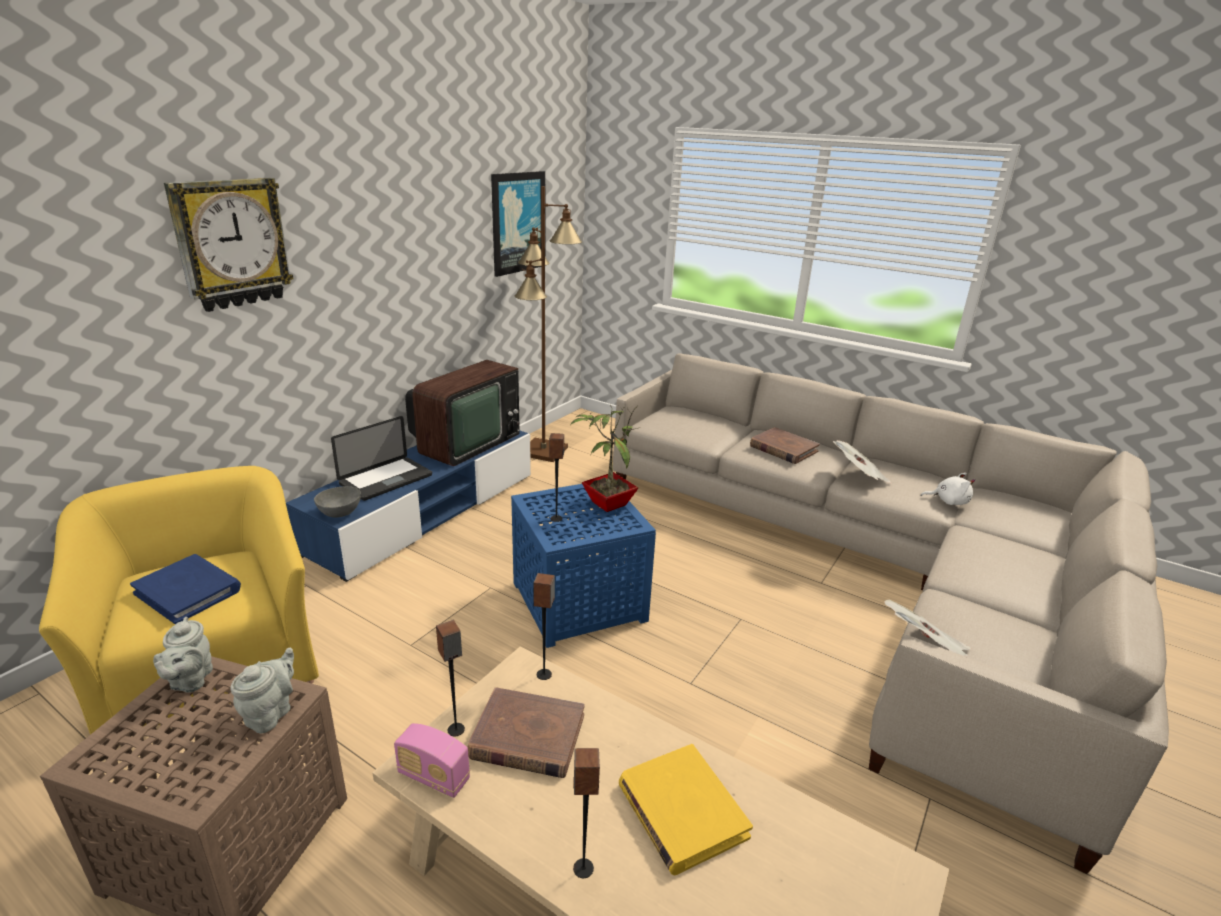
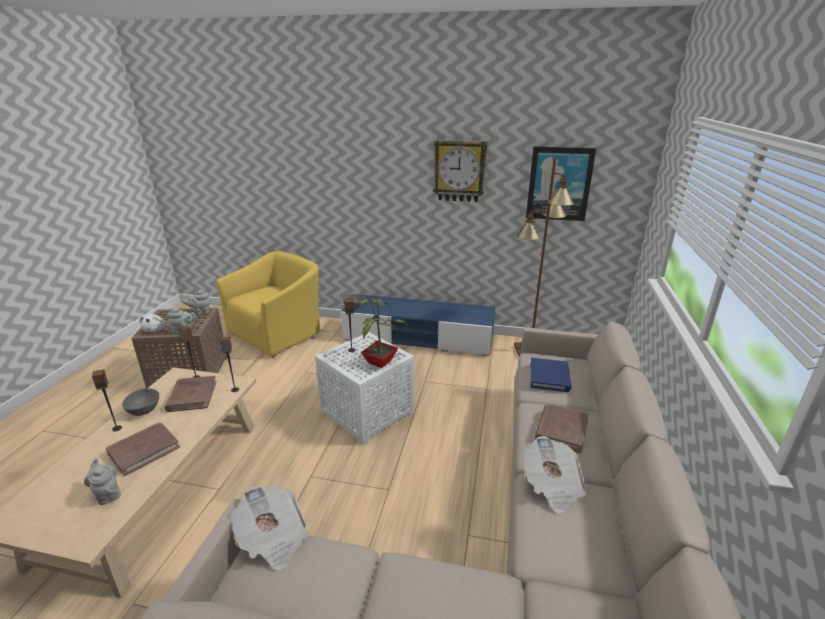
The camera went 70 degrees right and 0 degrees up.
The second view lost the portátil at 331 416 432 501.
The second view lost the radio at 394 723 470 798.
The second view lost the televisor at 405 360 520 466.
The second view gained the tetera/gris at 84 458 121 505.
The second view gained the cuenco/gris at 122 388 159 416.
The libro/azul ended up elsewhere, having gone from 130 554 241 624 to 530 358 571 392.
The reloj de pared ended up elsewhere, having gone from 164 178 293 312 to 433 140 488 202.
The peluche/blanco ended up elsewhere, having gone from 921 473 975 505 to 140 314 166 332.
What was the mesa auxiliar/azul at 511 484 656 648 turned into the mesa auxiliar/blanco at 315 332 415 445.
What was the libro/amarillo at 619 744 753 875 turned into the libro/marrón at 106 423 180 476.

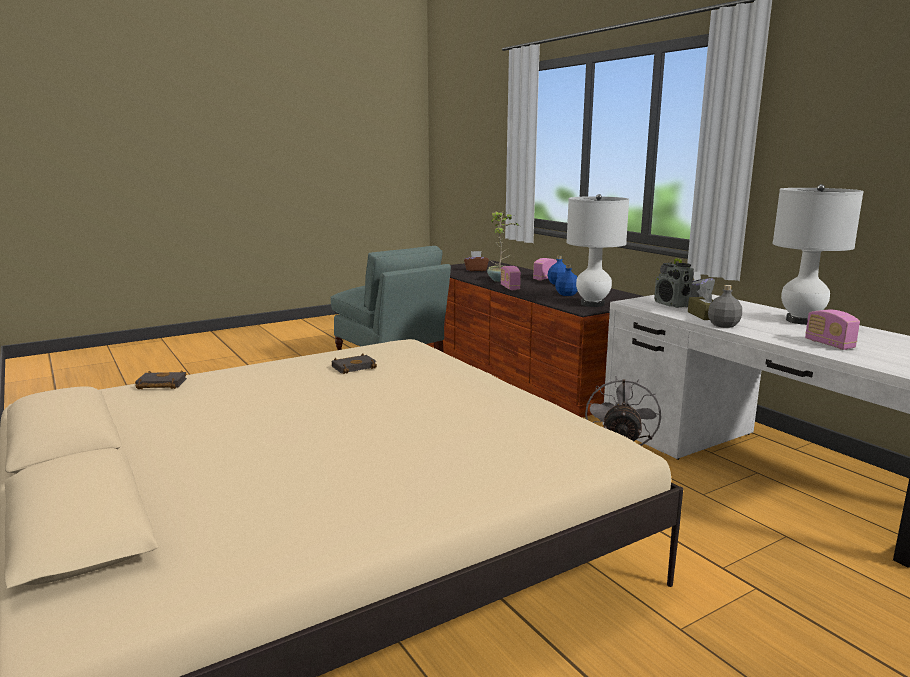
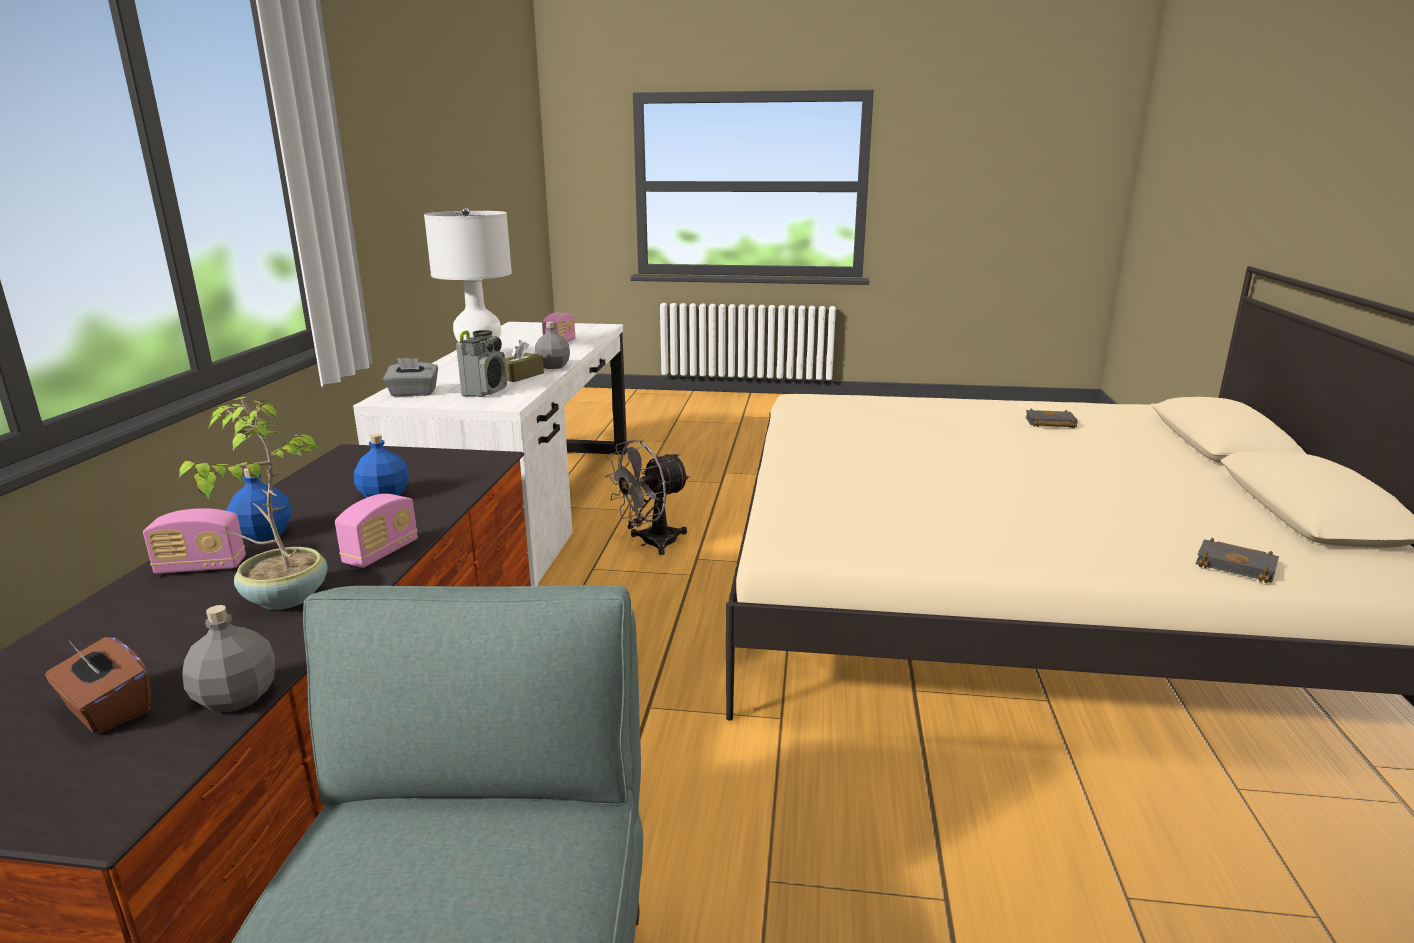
The camera went 140 degrees left and 5 degrees up.
The second view lost the lámpara de mesa/blanco at 566 194 629 307.
The second view gained the botella/gris at 182 605 275 712.
The libro/negro ended up elsewhere, having gone from 332 354 377 374 to 1025 408 1078 428.

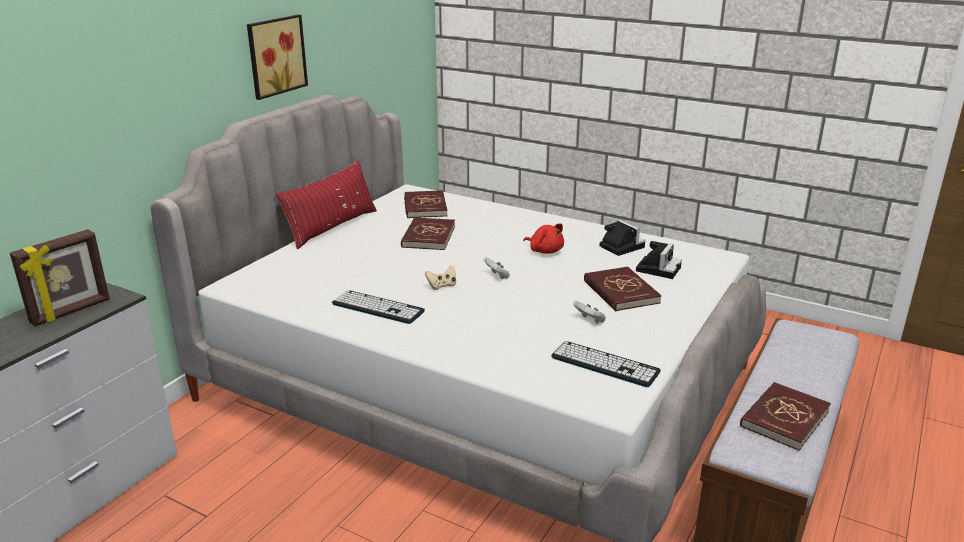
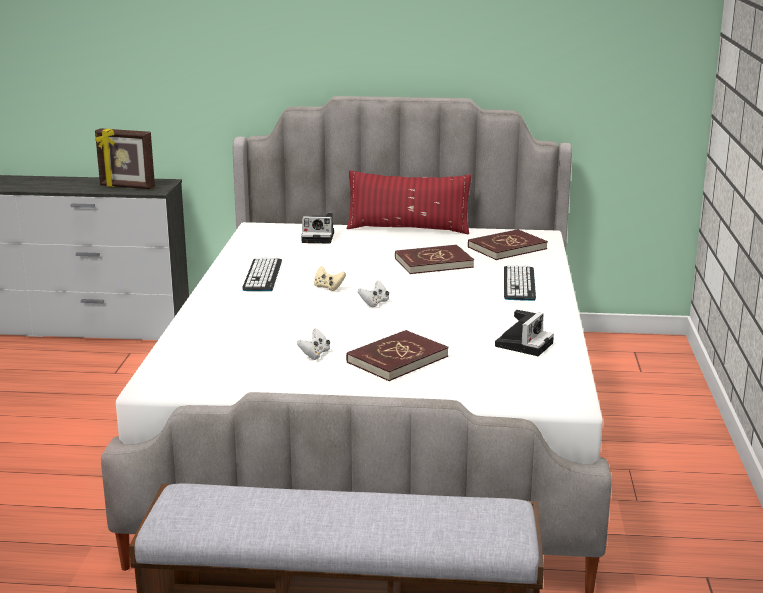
The camera went 65 degrees right and 5 degrees down.
The second view lost the cuadro at 247 15 308 100.
The second view lost the peluche/rojo at 523 223 564 254.
The second view lost the libro/rojo at 740 382 831 451.
The teclado ended up elsewhere, having gone from 551 341 661 387 to 504 265 536 301.
The cámara ended up elsewhere, having gone from 636 241 682 279 to 301 213 334 243.

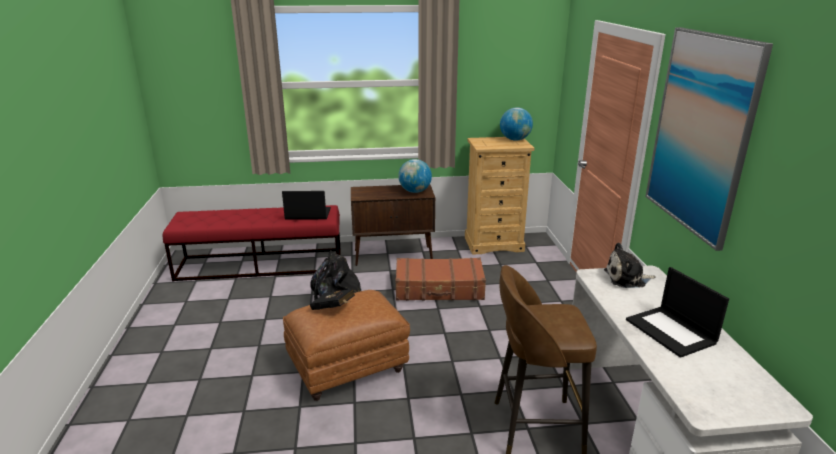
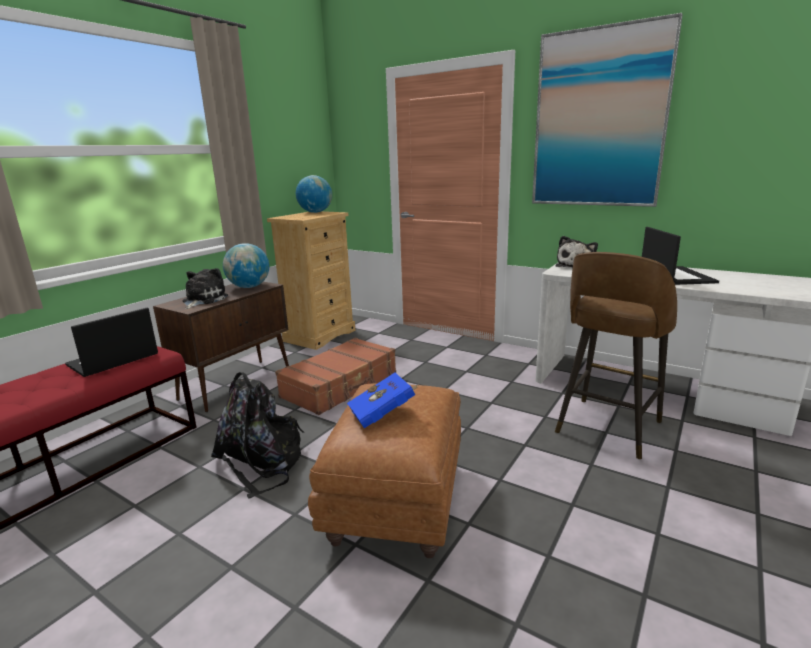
The camera went 50 degrees left and 5 degrees down.
The second view gained the peluche at 182 268 228 309.
What was the libro/negro at 310 289 355 310 turned into the libro/azul at 347 372 418 428.
The portátil at 626 267 729 358 ended up facing another way, 105 degrees counterclockwise from before.

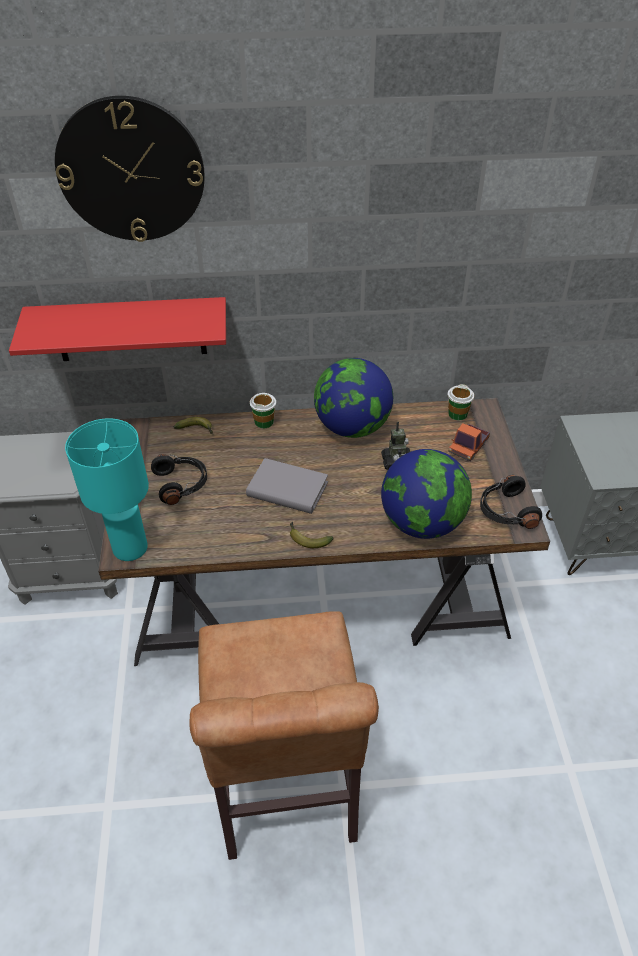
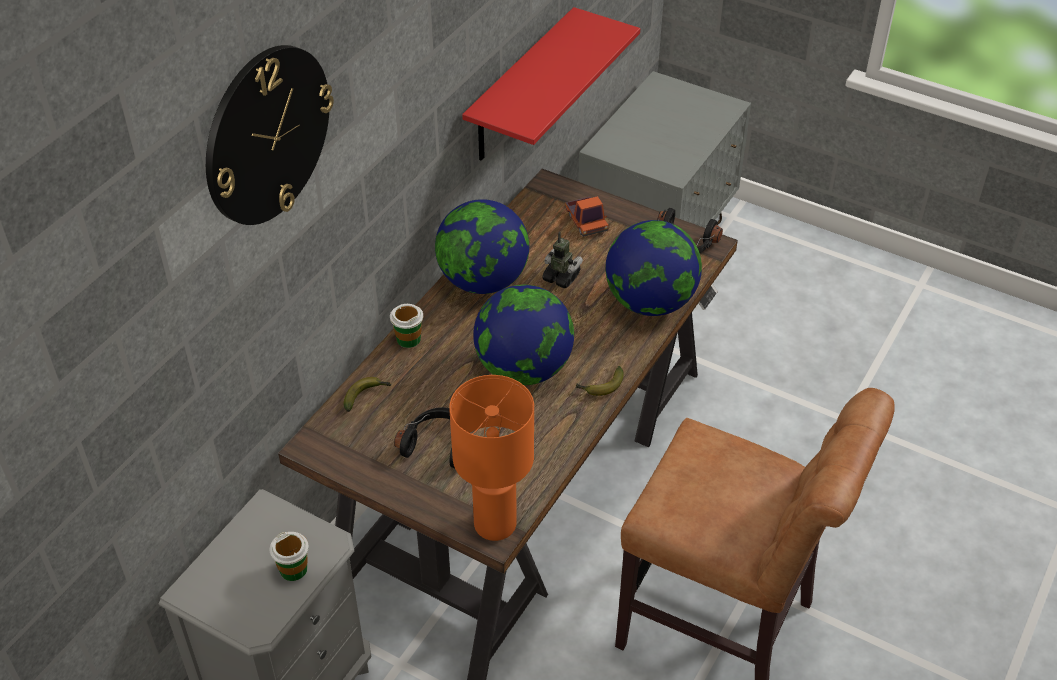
The camera went 55 degrees left and 0 degrees up.
The estante/rojo ended up elsewhere, having gone from 9 297 226 361 to 462 7 640 160.
The taza ended up elsewhere, having gone from 448 384 474 420 to 270 532 309 581.
Where the libro/gris stood at 246 458 328 514, the globo terráqueo came to stand at 473 285 574 385.
What was the lámpara de mesa/turquesa at 65 418 149 561 turned into the lámpara de mesa/naranja at 449 375 534 541.

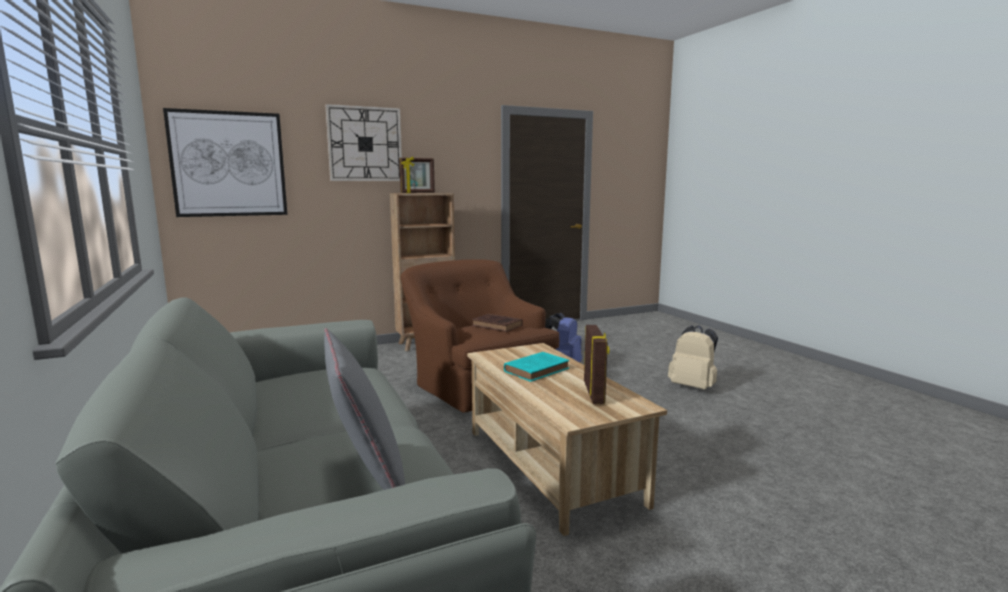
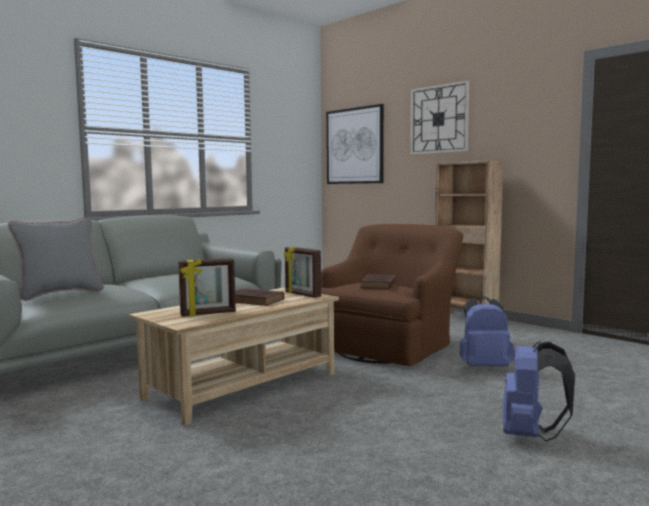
The camera went 70 degrees right and 5 degrees down.
The portarretratos ended up elsewhere, having gone from 399 156 435 193 to 284 247 321 298.
What was the libro/turquesa at 504 352 569 382 turned into the libro/marrón at 235 288 284 306.
What was the mochila/beis at 668 325 718 390 turned into the mochila/azul at 503 340 575 442.

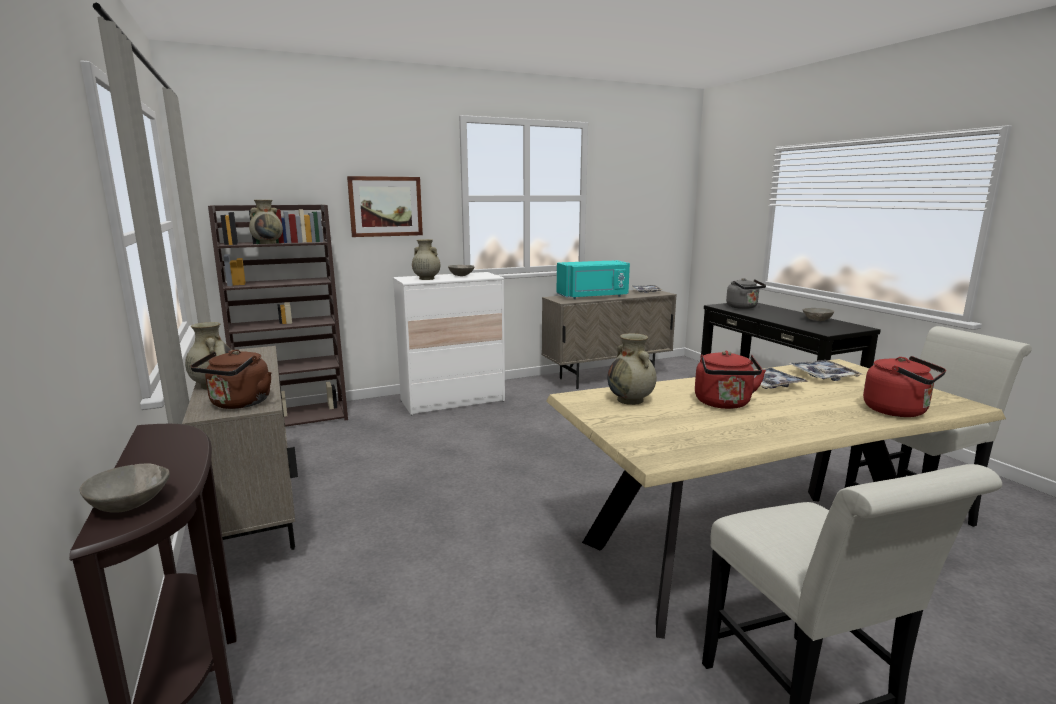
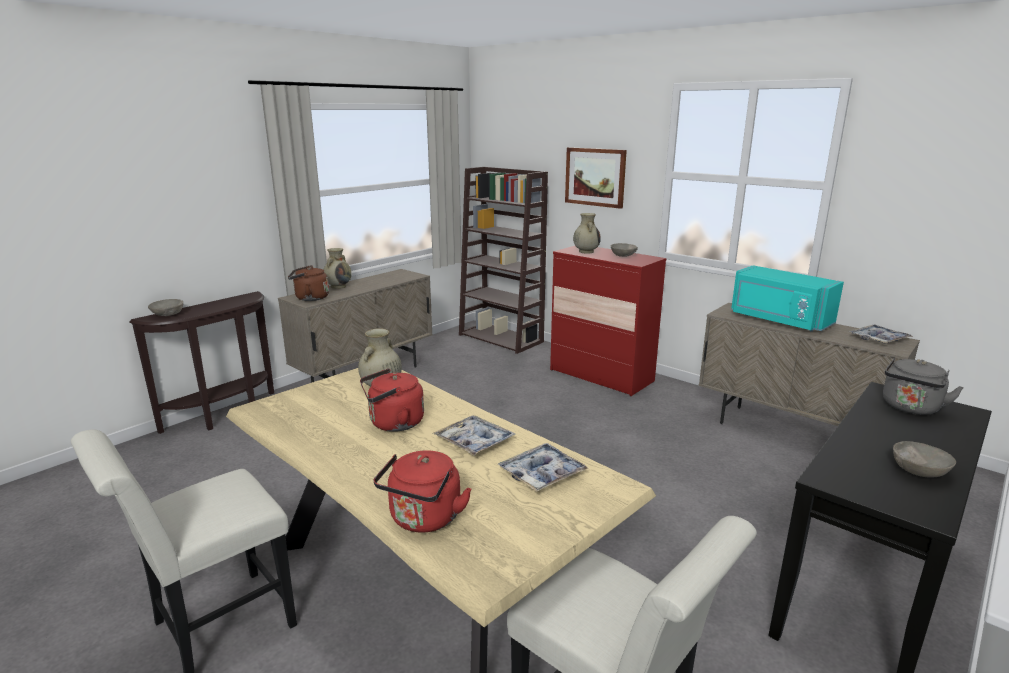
The camera went 65 degrees right and 5 degrees up.
The second view lost the florero/beis at 249 200 283 244.
What was the cómoda/blanco at 393 272 505 415 turned into the cómoda/rojo at 550 246 666 396.

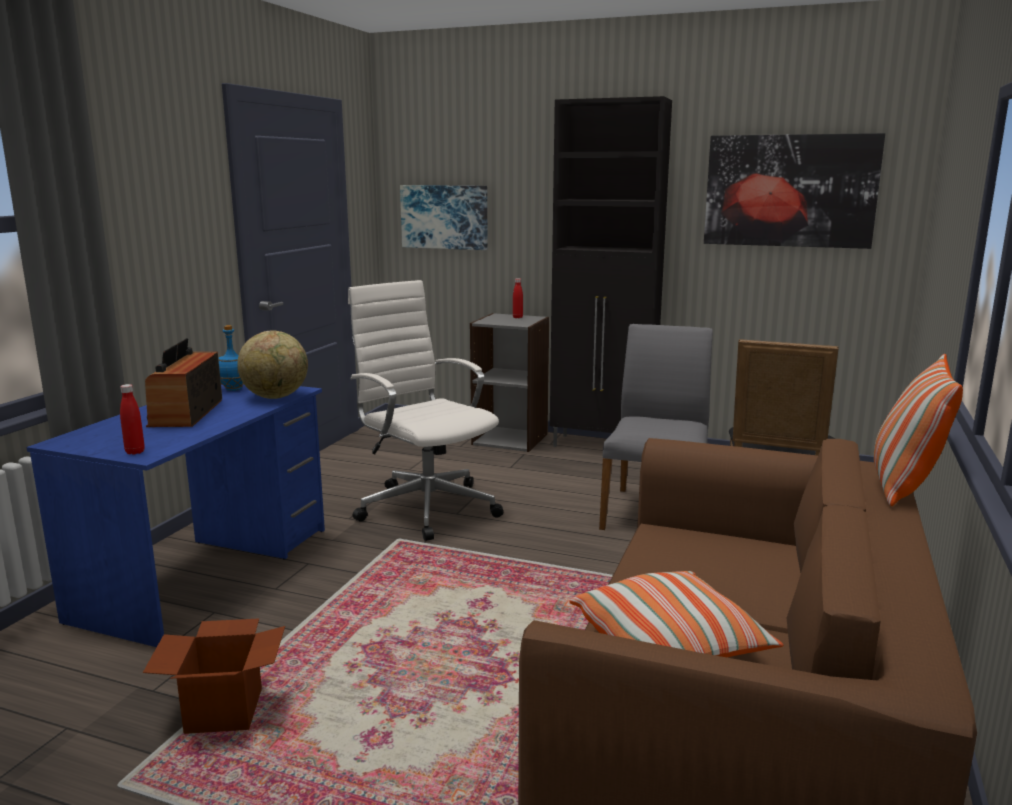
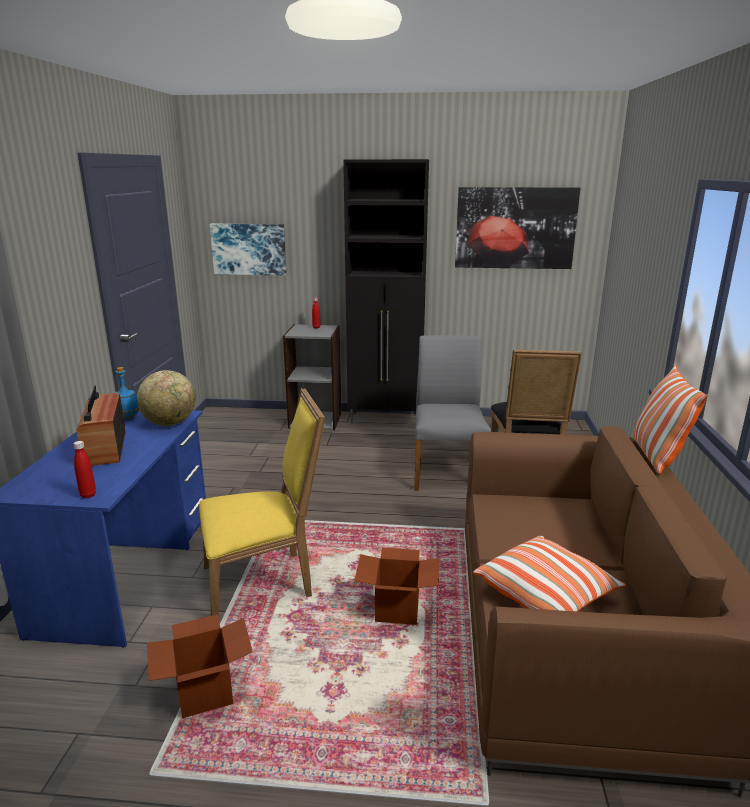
The camera went 15 degrees left and 5 degrees up.
The second view lost the silla de oficina/blanco at 348 280 503 541.
The second view gained the silla/amarillo at 199 388 325 616.
The second view gained the caja de cartón at 354 547 439 625.

